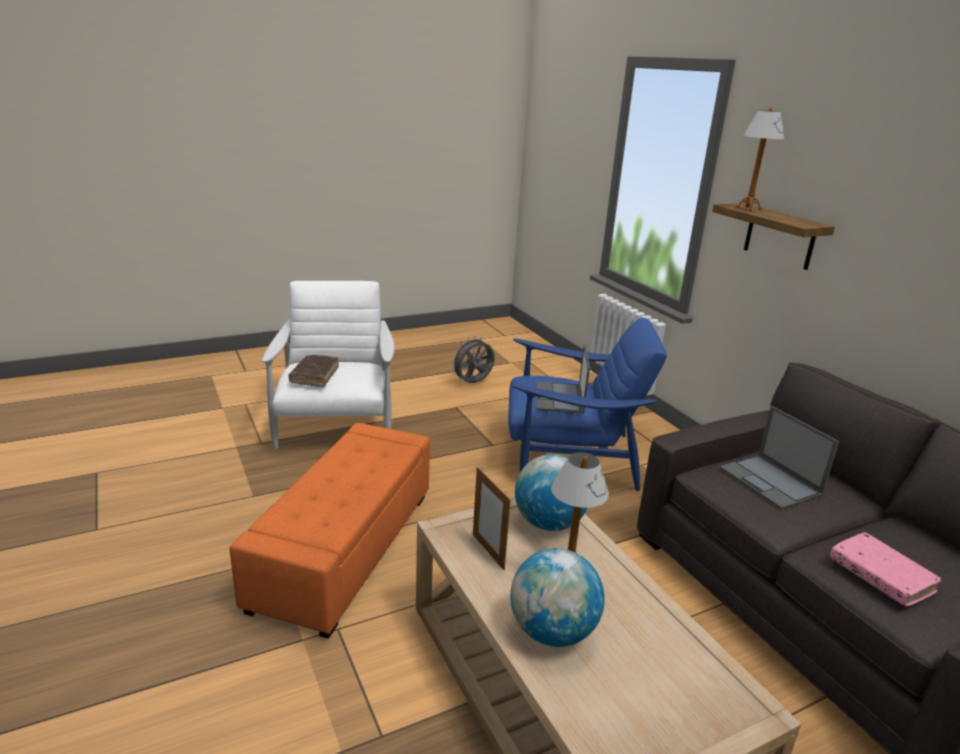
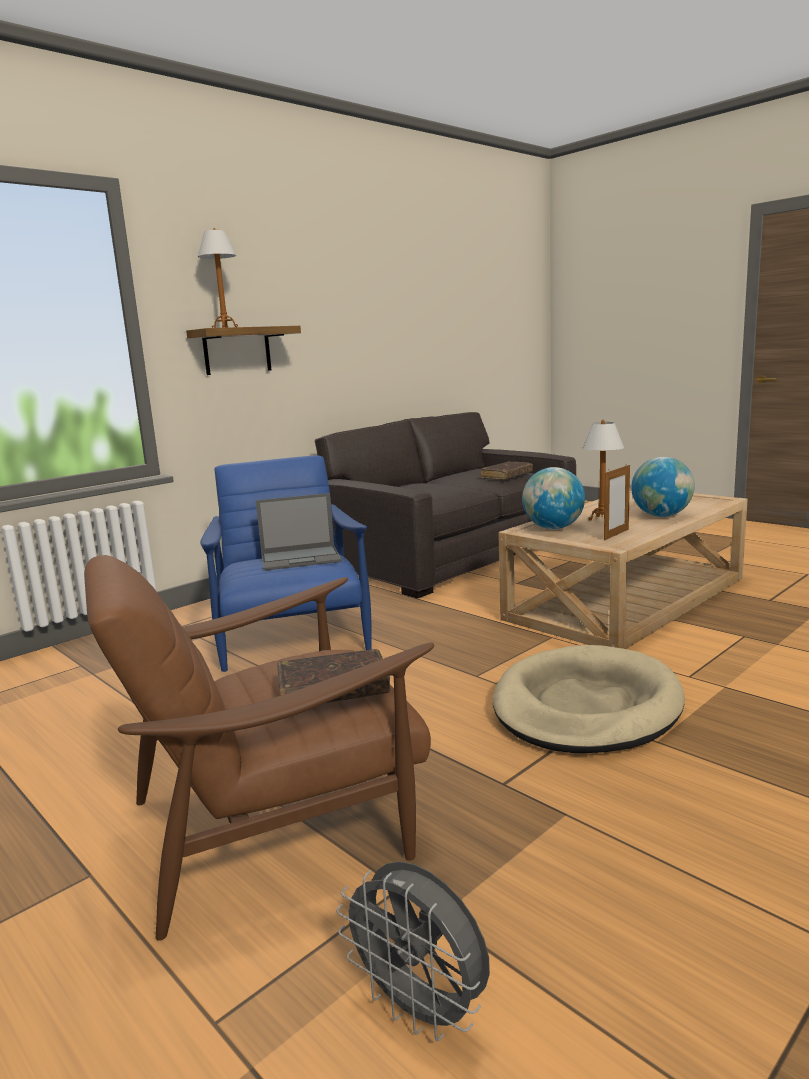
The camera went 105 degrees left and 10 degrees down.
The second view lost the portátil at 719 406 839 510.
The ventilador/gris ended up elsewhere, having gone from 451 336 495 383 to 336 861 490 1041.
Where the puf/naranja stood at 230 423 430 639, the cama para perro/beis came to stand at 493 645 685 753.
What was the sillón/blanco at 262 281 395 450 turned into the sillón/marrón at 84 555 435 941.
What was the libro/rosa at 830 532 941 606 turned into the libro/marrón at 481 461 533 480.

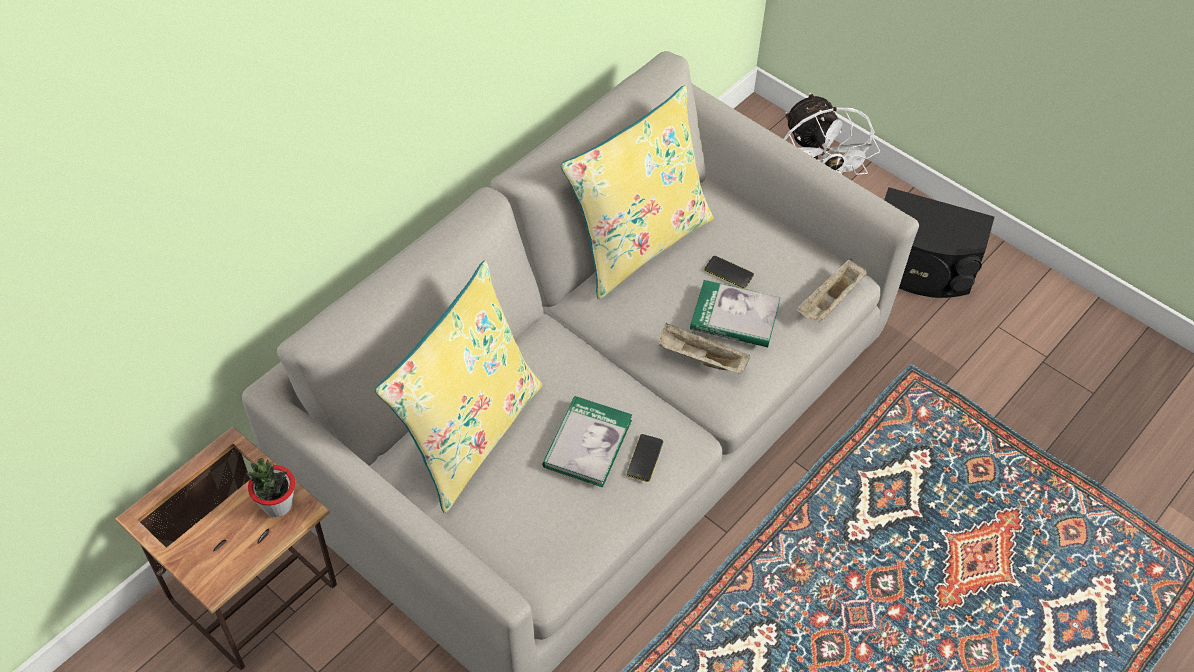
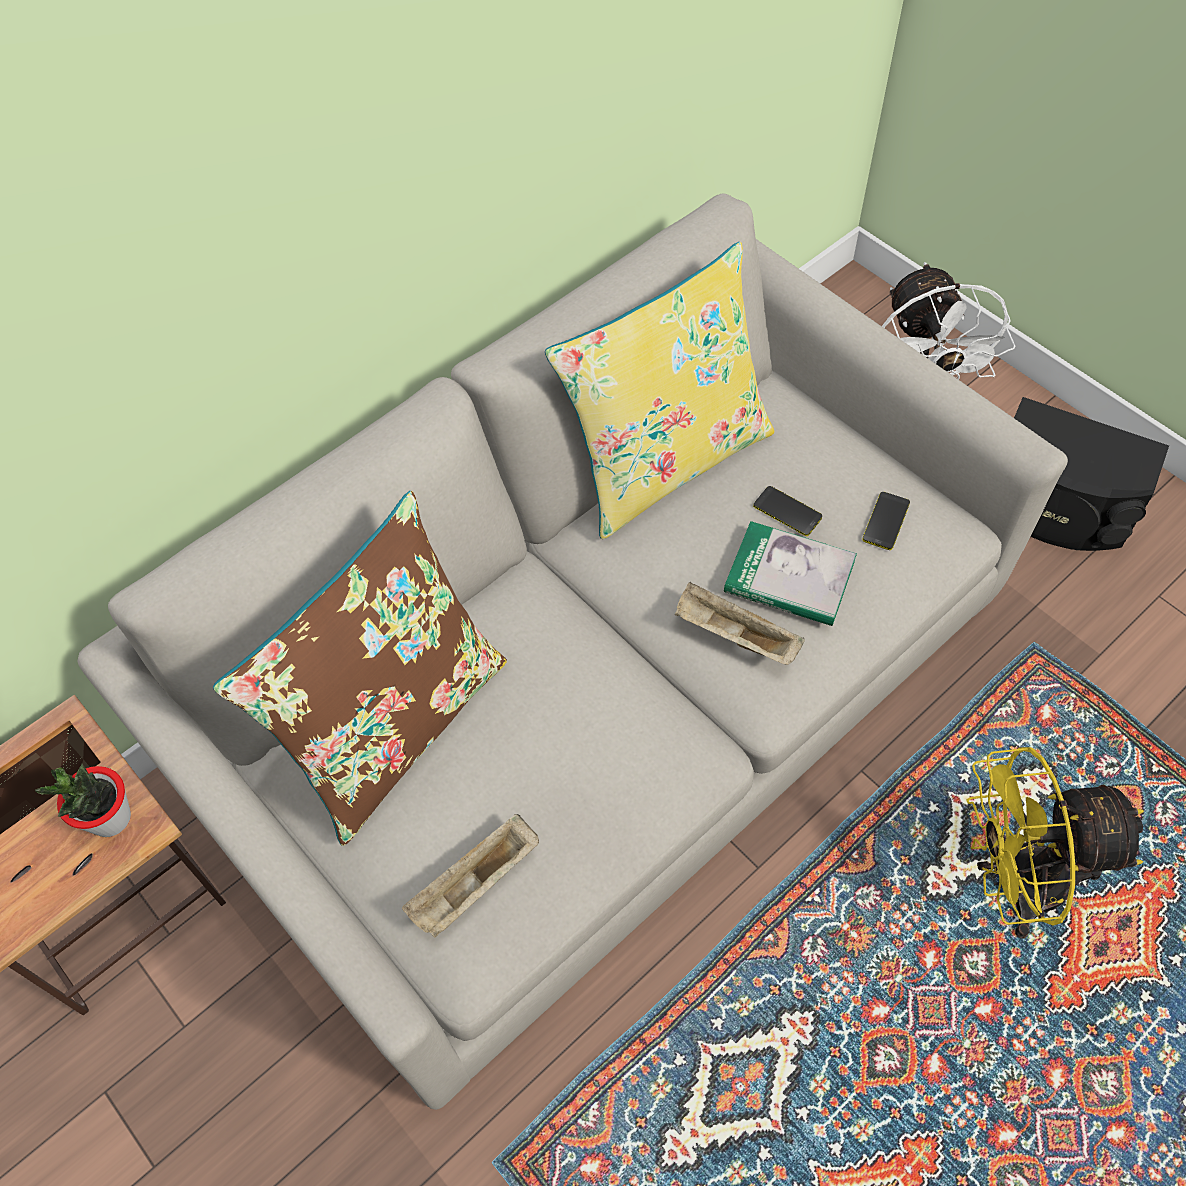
The camera went 10 degrees right and 5 degrees up.
The second view lost the libro at 542 396 632 487.
The second view gained the ventilador/amarillo at 966 747 1144 939.
The móvil ended up elsewhere, having gone from 627 434 663 482 to 863 492 910 550.
The bandeja/beis ended up elsewhere, having gone from 797 259 867 323 to 402 814 539 938.
What was the cojín/amarillo at 375 260 542 513 turned into the cojín/marrón at 213 491 507 846.

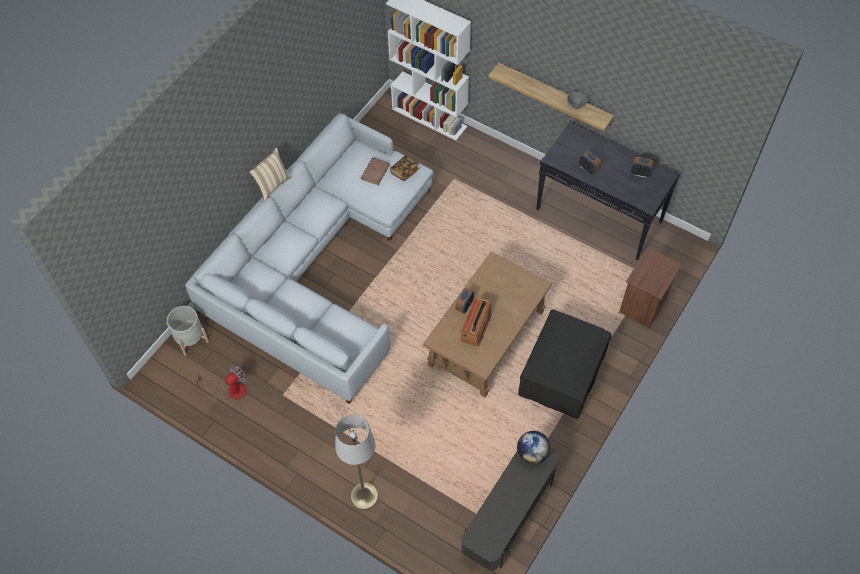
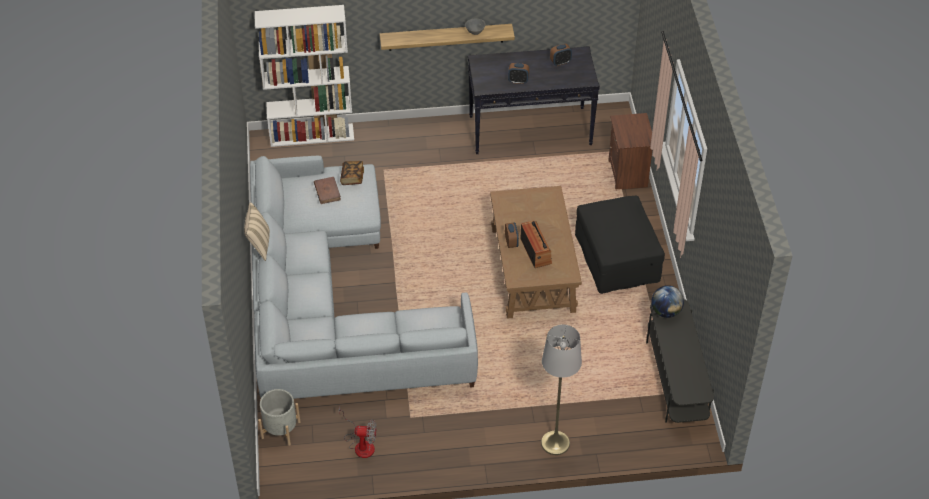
The camera went 40 degrees left and 10 degrees down.
The ventilador at 192 364 247 400 ended up facing another way, 90 degrees clockwise from before.

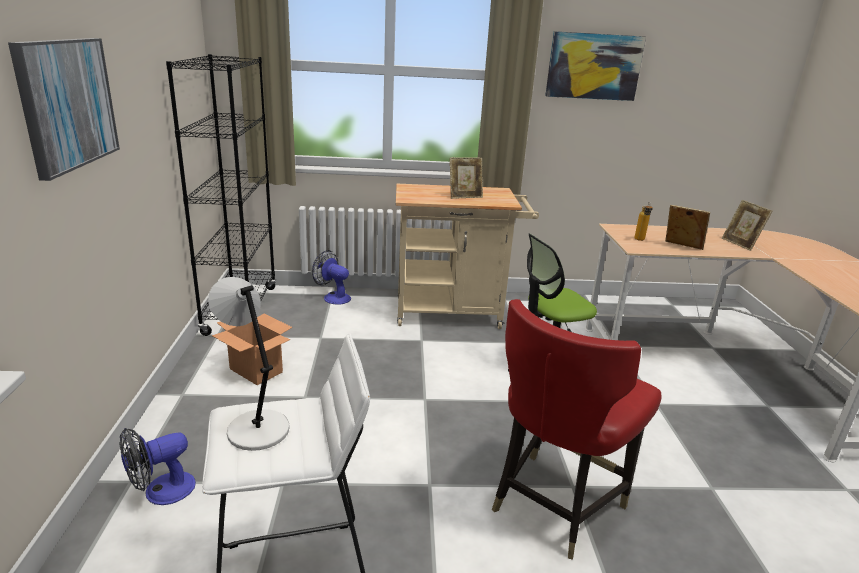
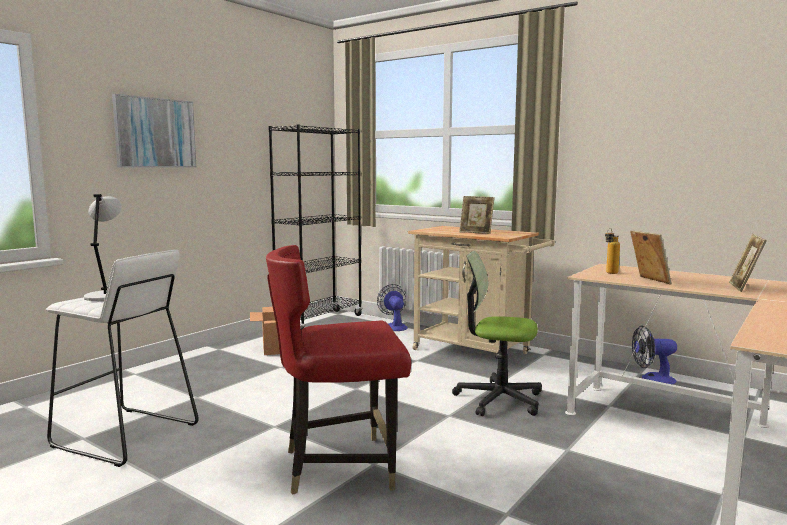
The camera went 40 degrees right and 15 degrees down.
The second view lost the cuadro at 545 31 646 101.
The ventilador ended up elsewhere, having gone from 119 428 196 505 to 632 325 677 385.

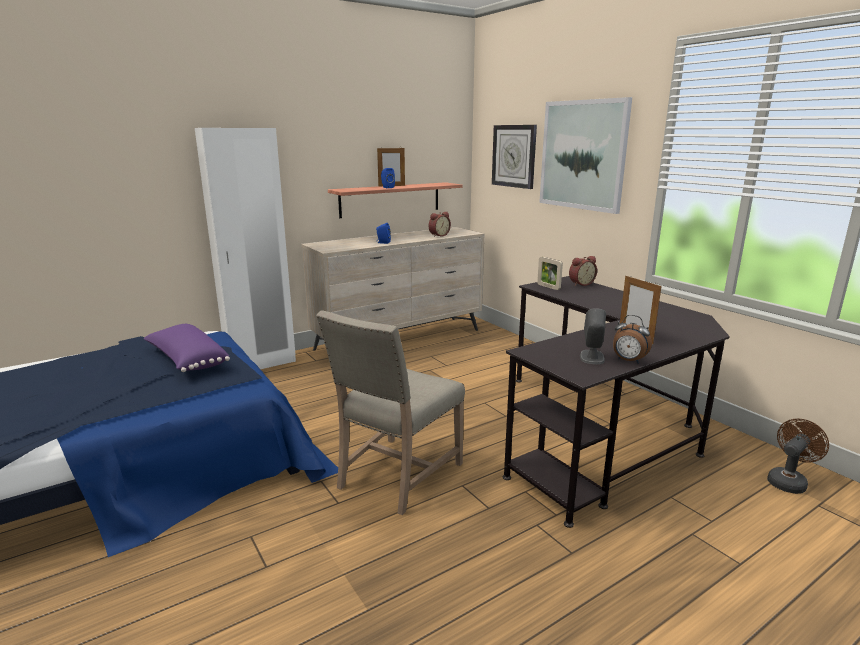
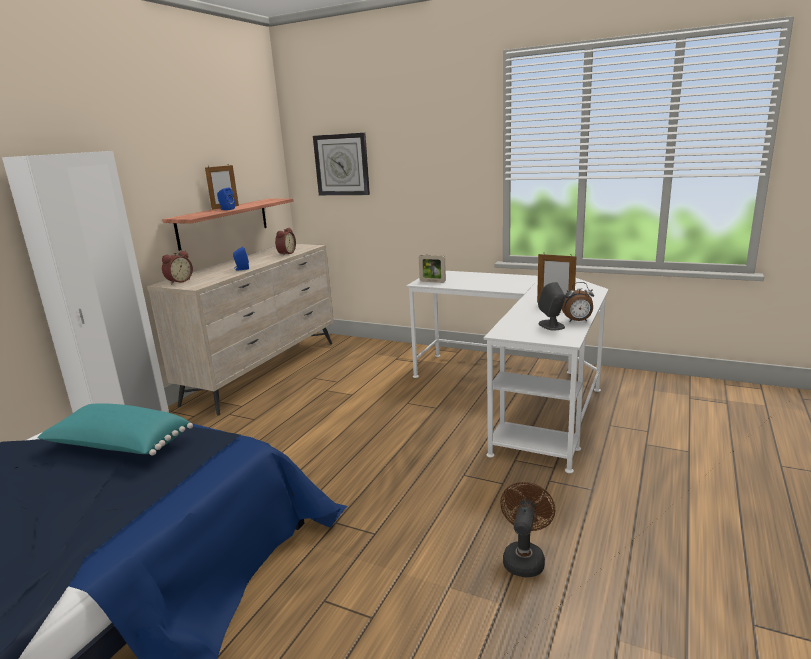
The camera went 30 degrees left and 0 degrees up.
The second view lost the silla/beis at 316 310 465 515.
The second view lost the cuadro at 539 97 632 214.
The despertador ended up elsewhere, having gone from 569 256 597 286 to 162 251 193 284.
The ventilador/marrón ended up elsewhere, having gone from 767 419 829 494 to 500 482 555 577.
What was the cojín/morado at 143 324 230 372 turned into the cojín/turquesa at 37 403 193 455.
What was the escritorio/negro at 503 276 730 528 turned into the escritorio/blanco at 406 271 608 473.

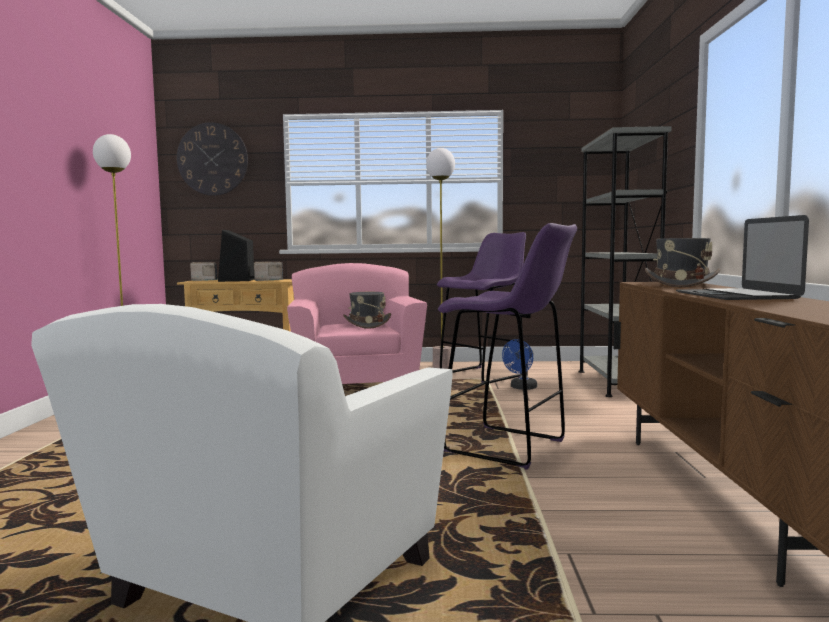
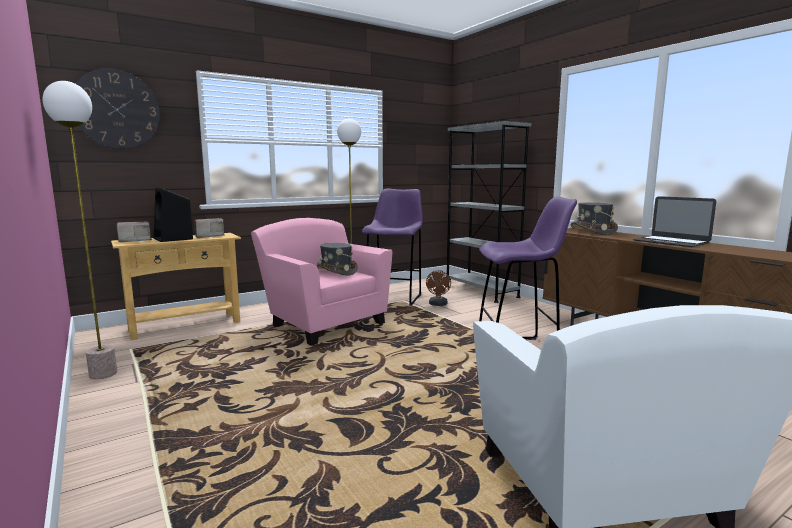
The camera went 35 degrees left and 5 degrees up.
What was the ventilador/azul at 502 339 537 390 turned into the ventilador/marrón at 426 270 451 306.

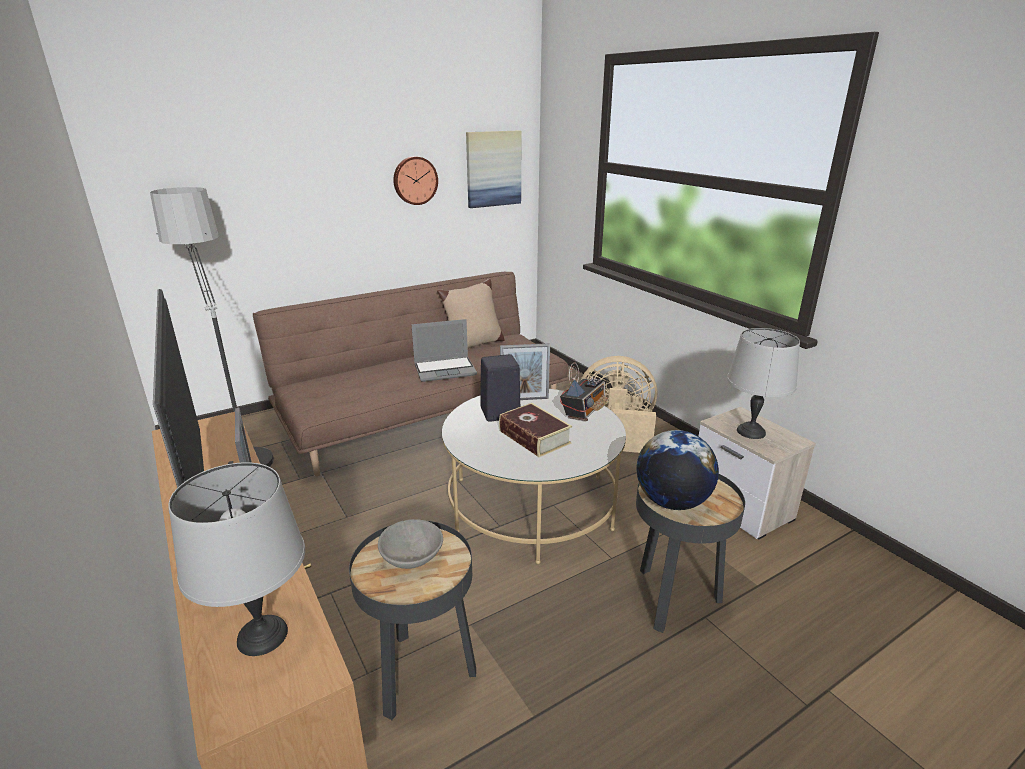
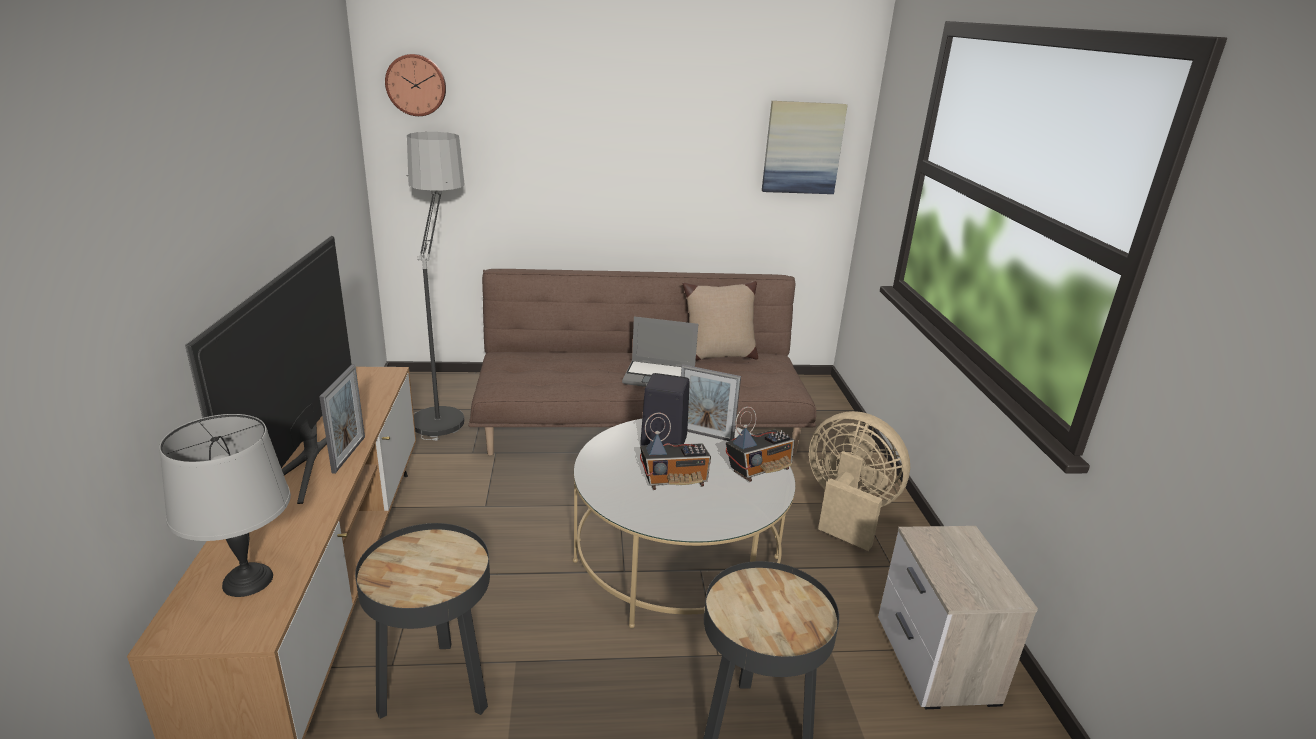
The camera went 25 degrees right and 0 degrees up.
The second view lost the cuenco/gris at 378 519 443 569.
The second view lost the globo terráqueo at 637 430 719 510.
The second view lost the lámpara de mesa/gris at 727 328 800 439.
The reloj de pared ended up elsewhere, having gone from 393 156 438 205 to 385 54 446 116.
Where the libro stood at 499 403 572 457, the radio came to stand at 640 413 711 490.

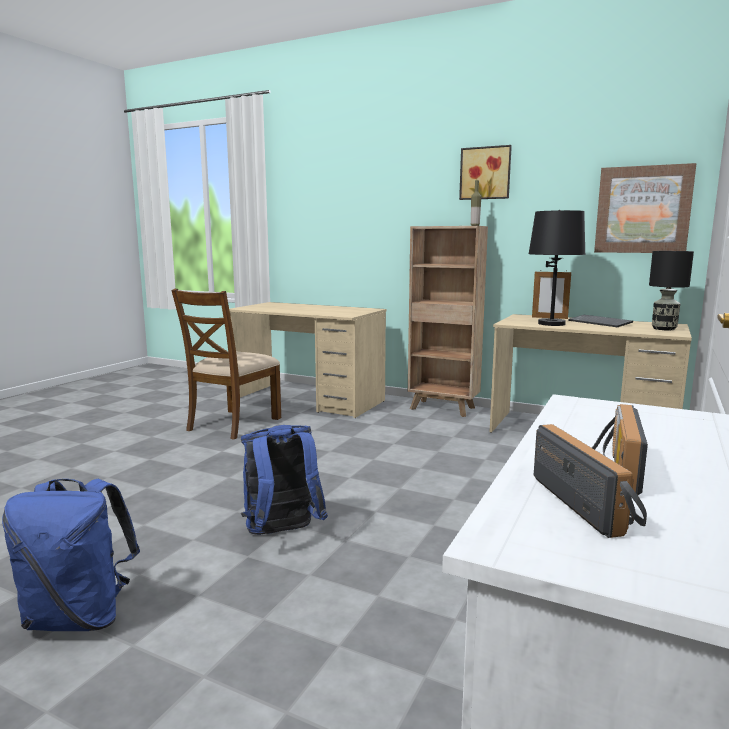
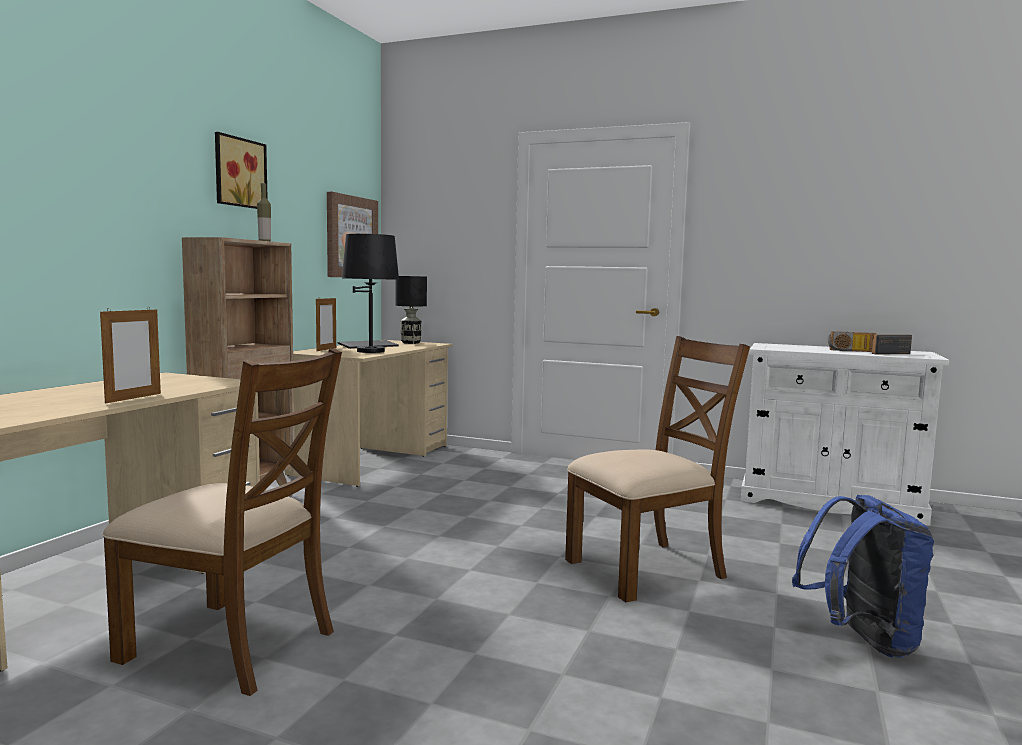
The camera went 95 degrees left and 5 degrees down.
The second view gained the portarretratos at 100 307 161 403.
Where the mochila/azul stood at 241 425 328 535, the silla/marrón came to stand at 565 336 750 602.

